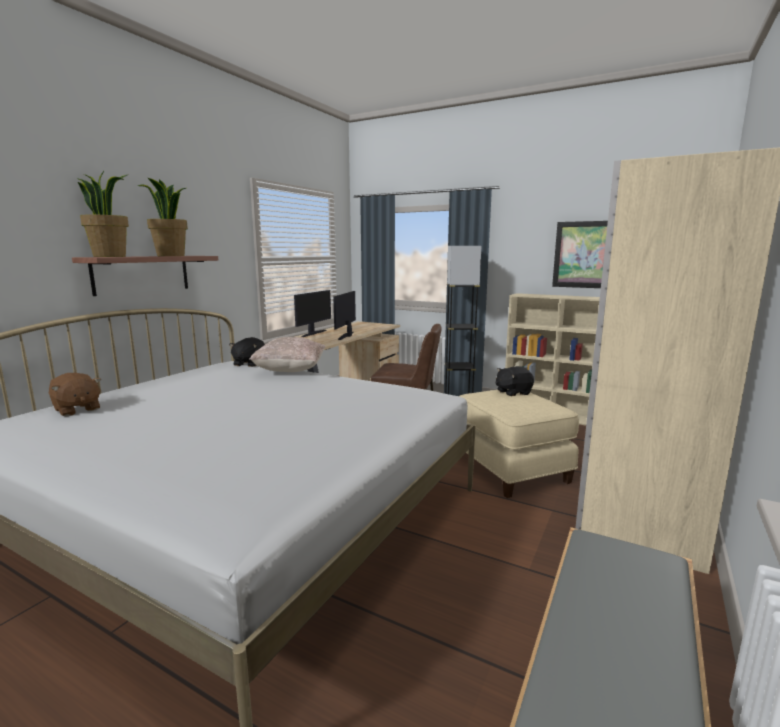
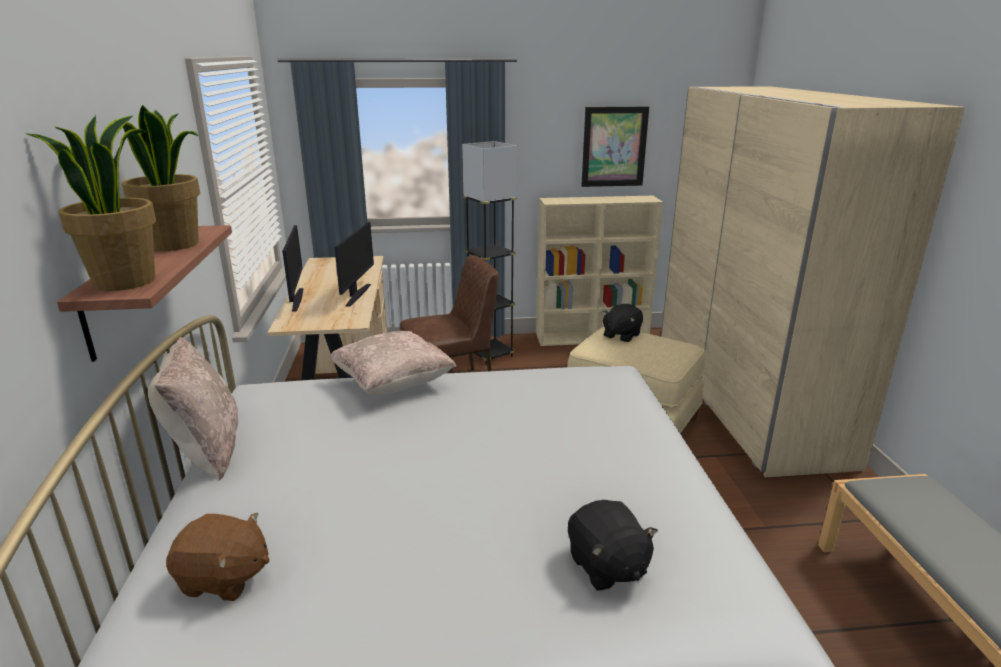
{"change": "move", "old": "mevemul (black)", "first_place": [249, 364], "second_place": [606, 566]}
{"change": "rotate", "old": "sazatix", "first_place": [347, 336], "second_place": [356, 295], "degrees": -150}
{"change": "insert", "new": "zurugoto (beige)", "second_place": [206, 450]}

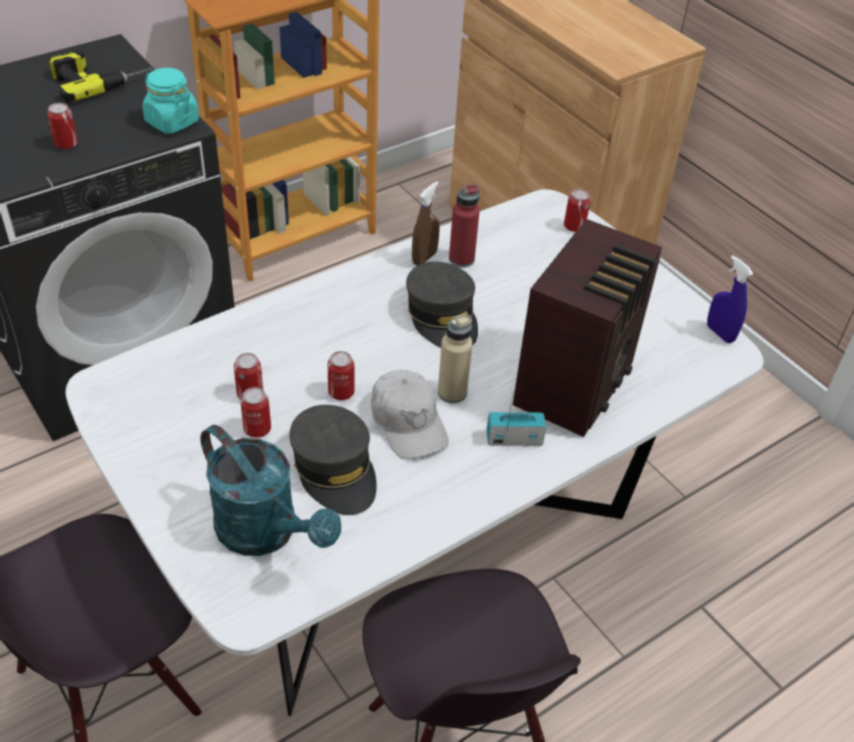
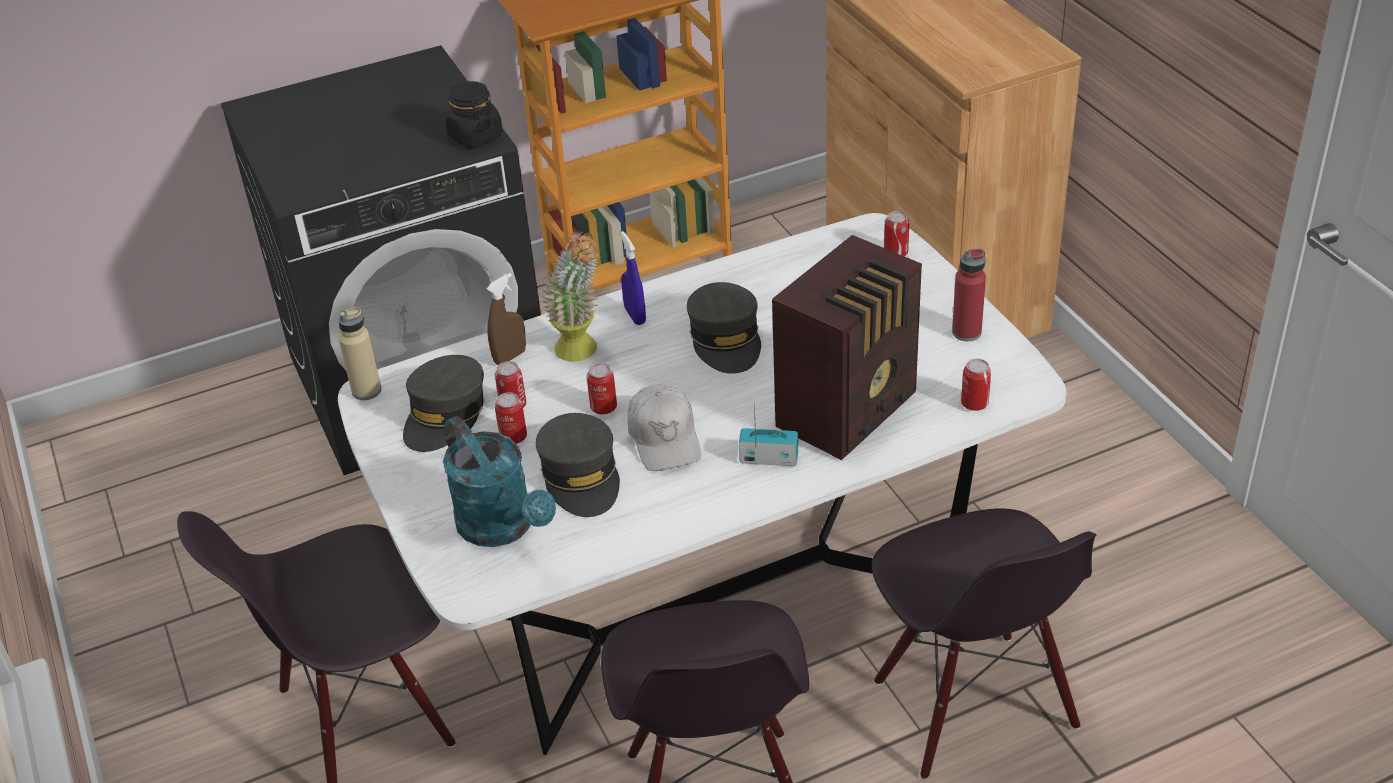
{"change": "move", "old": "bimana", "first_place": [66, 144], "second_place": [974, 403]}
{"change": "delete", "old": "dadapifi", "first_place": [100, 78]}
{"change": "recolor", "old": "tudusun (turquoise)", "new": "tudusun (black)", "first_place": [171, 122], "second_place": [475, 136]}
{"change": "move", "old": "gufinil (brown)", "first_place": [424, 258], "second_place": [510, 357]}
{"change": "move", "old": "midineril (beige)", "first_place": [452, 392], "second_place": [366, 391]}
{"change": "move", "old": "midineril (red)", "first_place": [461, 259], "second_place": [966, 332]}
{"change": "move", "old": "gufinil (blue)", "first_place": [720, 333], "second_place": [635, 316]}
{"change": "insert", "new": "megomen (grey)", "second_place": [445, 415]}
{"change": "insert", "new": "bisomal", "second_place": [583, 353]}
{"change": "insert", "new": "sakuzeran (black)", "second_place": [972, 706]}

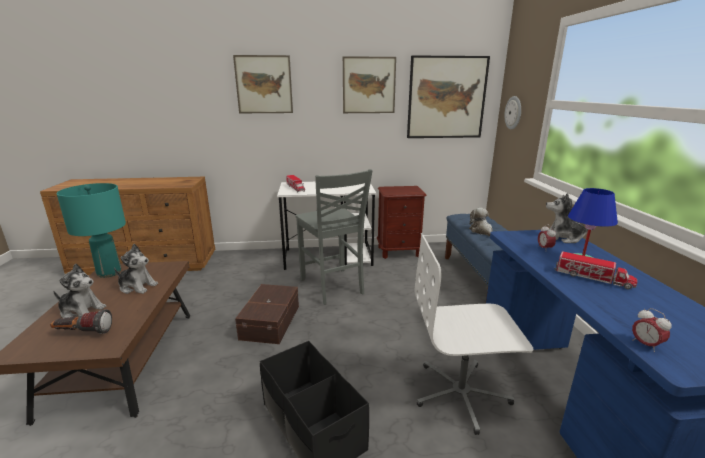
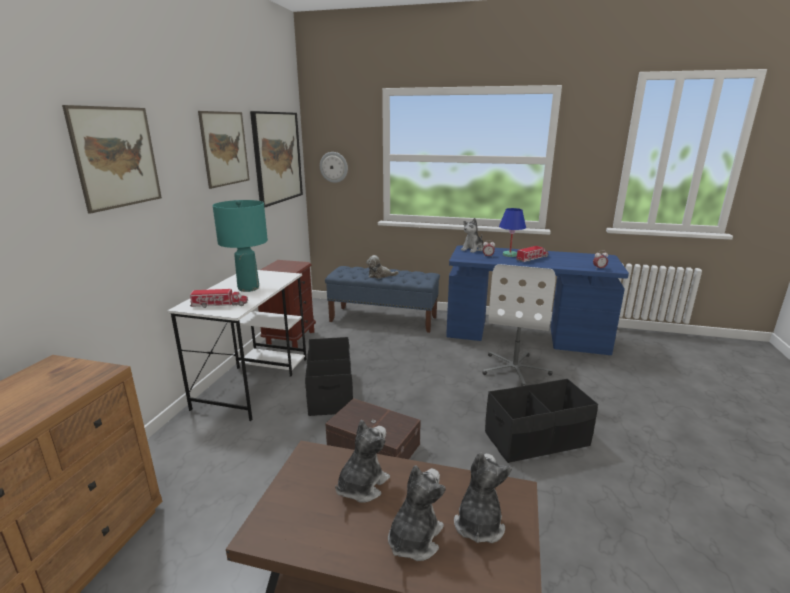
{"change": "replace", "old": "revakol", "new": "mevemul", "first_place": [83, 333], "second_place": [478, 523]}
{"change": "move", "old": "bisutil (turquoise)", "first_place": [109, 273], "second_place": [248, 288]}
{"change": "replace", "old": "sakuzeran (grey)", "new": "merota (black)", "first_place": [333, 287], "second_place": [330, 392]}

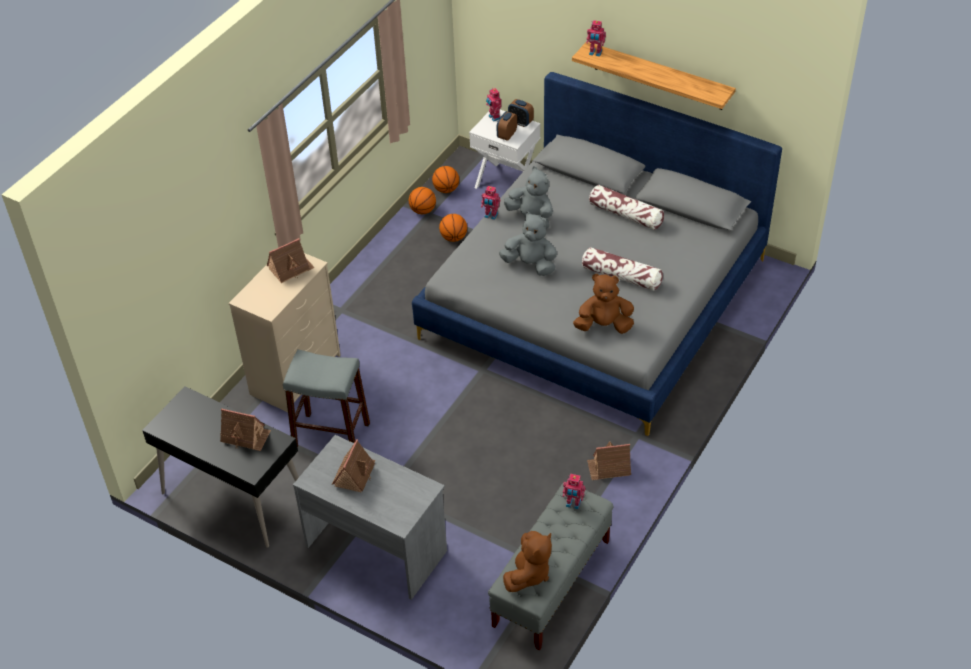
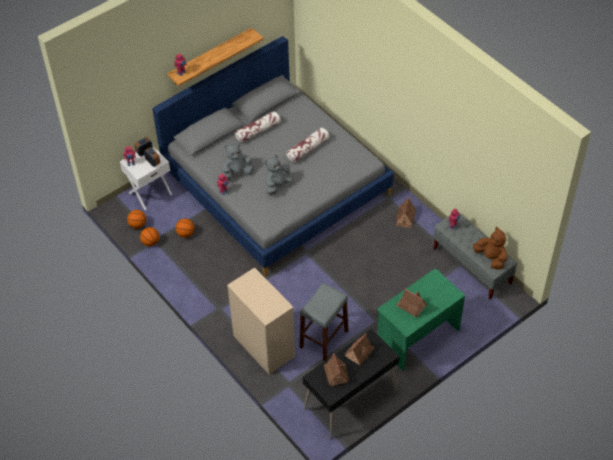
{"change": "move", "old": "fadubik", "first_place": [290, 268], "second_place": [336, 374]}
{"change": "recolor", "old": "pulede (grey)", "new": "pulede (green)", "first_place": [376, 547], "second_place": [417, 337]}
{"change": "delete", "old": "mevemul (brown)", "first_place": [604, 325]}

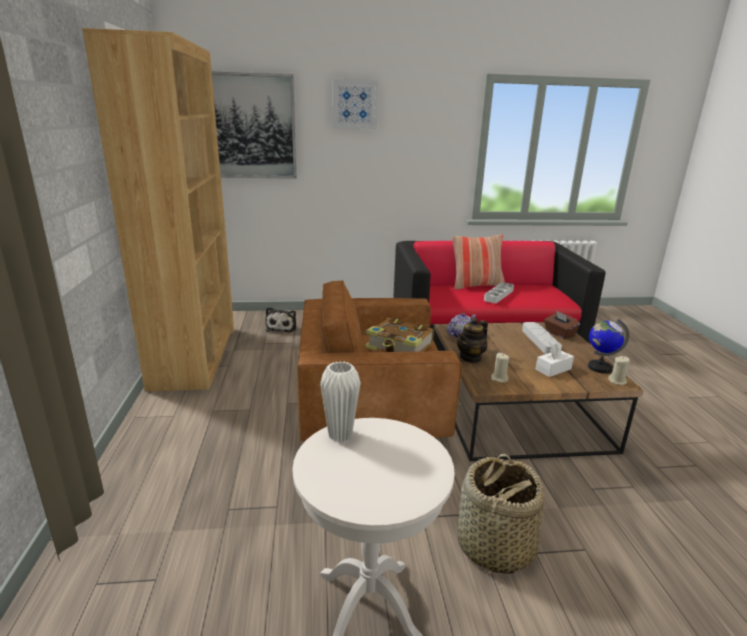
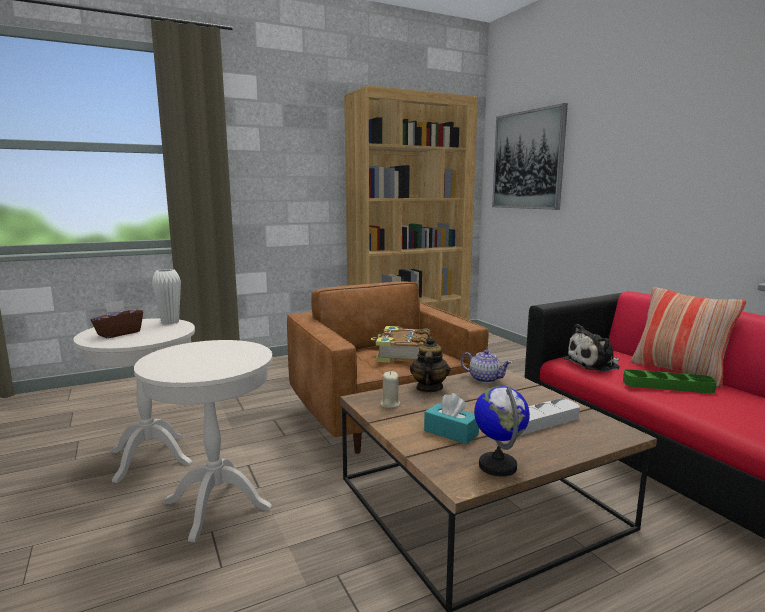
{"change": "move", "old": "mevemul", "first_place": [282, 327], "second_place": [594, 364]}
{"change": "delete", "old": "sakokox", "first_place": [354, 104]}
{"change": "rotate", "old": "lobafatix", "first_place": [470, 357], "second_place": [429, 388], "degrees": 75}
{"change": "replace", "old": "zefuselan", "new": "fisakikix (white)", "first_place": [494, 546], "second_place": [217, 505]}
{"change": "recolor", "old": "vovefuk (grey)", "new": "vovefuk (green)", "first_place": [498, 295], "second_place": [667, 386]}
{"change": "recolor", "old": "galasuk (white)", "new": "galasuk (turquoise)", "first_place": [553, 369], "second_place": [451, 432]}
{"change": "move", "old": "galasuk (brown)", "first_place": [559, 333], "second_place": [119, 333]}
{"change": "delete", "old": "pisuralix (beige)", "first_place": [617, 381]}

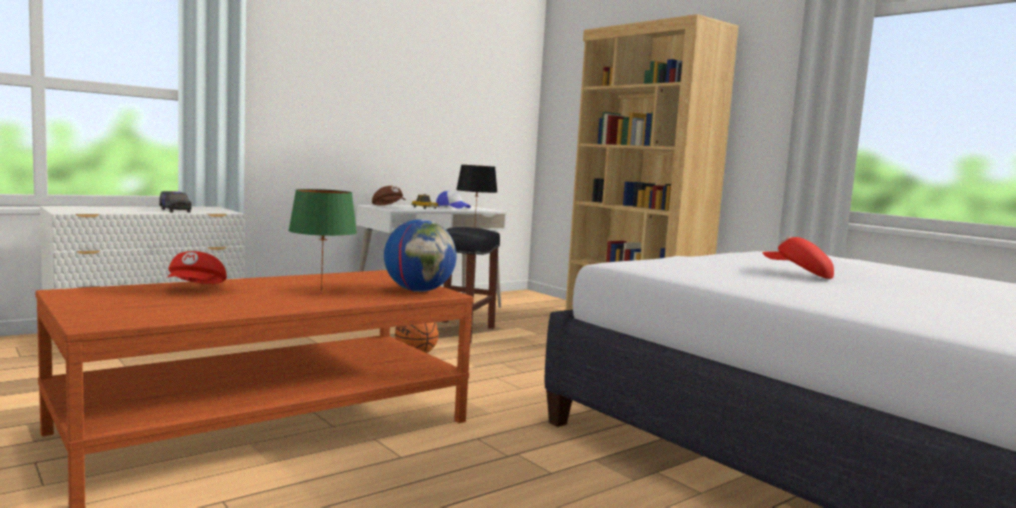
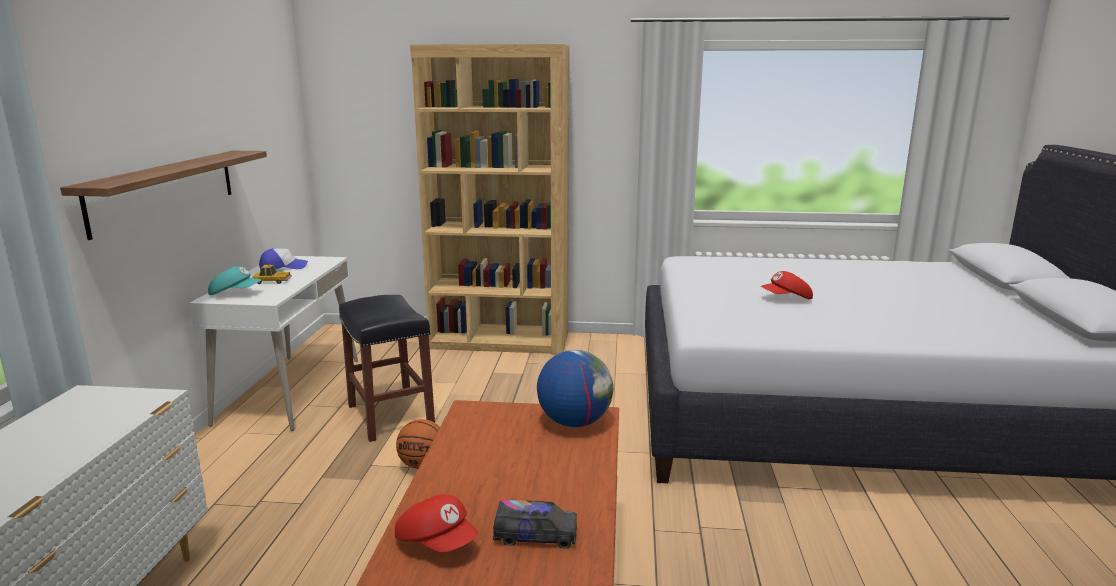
{"change": "move", "old": "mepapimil", "first_place": [175, 210], "second_place": [535, 536]}
{"change": "delete", "old": "bisutil (green)", "first_place": [321, 290]}
{"change": "recolor", "old": "megomen (brown)", "new": "megomen (turquoise)", "first_place": [389, 206], "second_place": [235, 293]}
{"change": "delete", "old": "bisutil (black)", "first_place": [475, 228]}
{"change": "insert", "new": "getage", "second_place": [165, 190]}

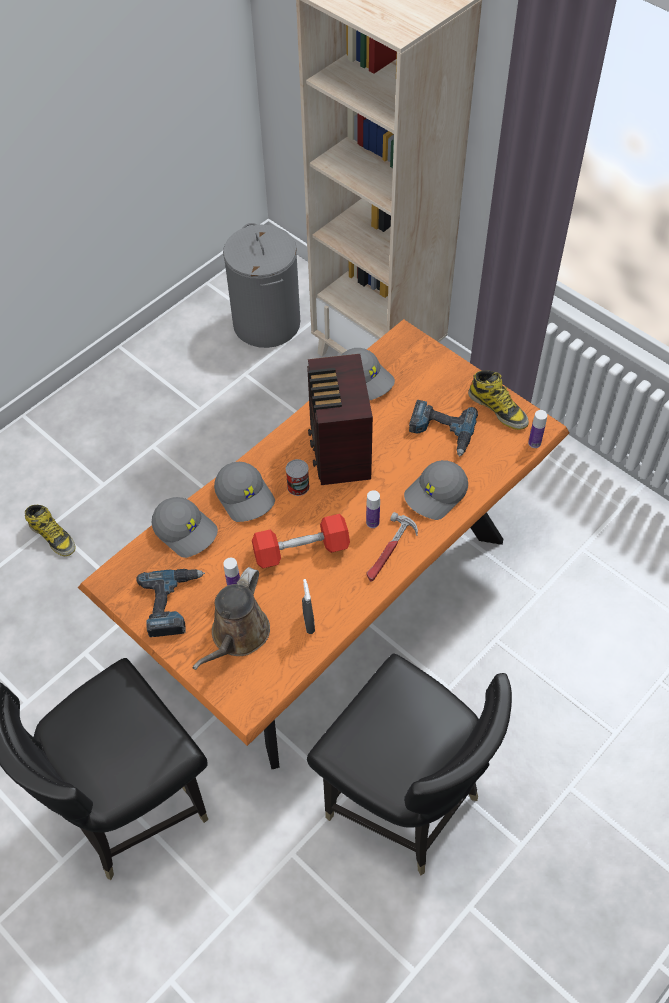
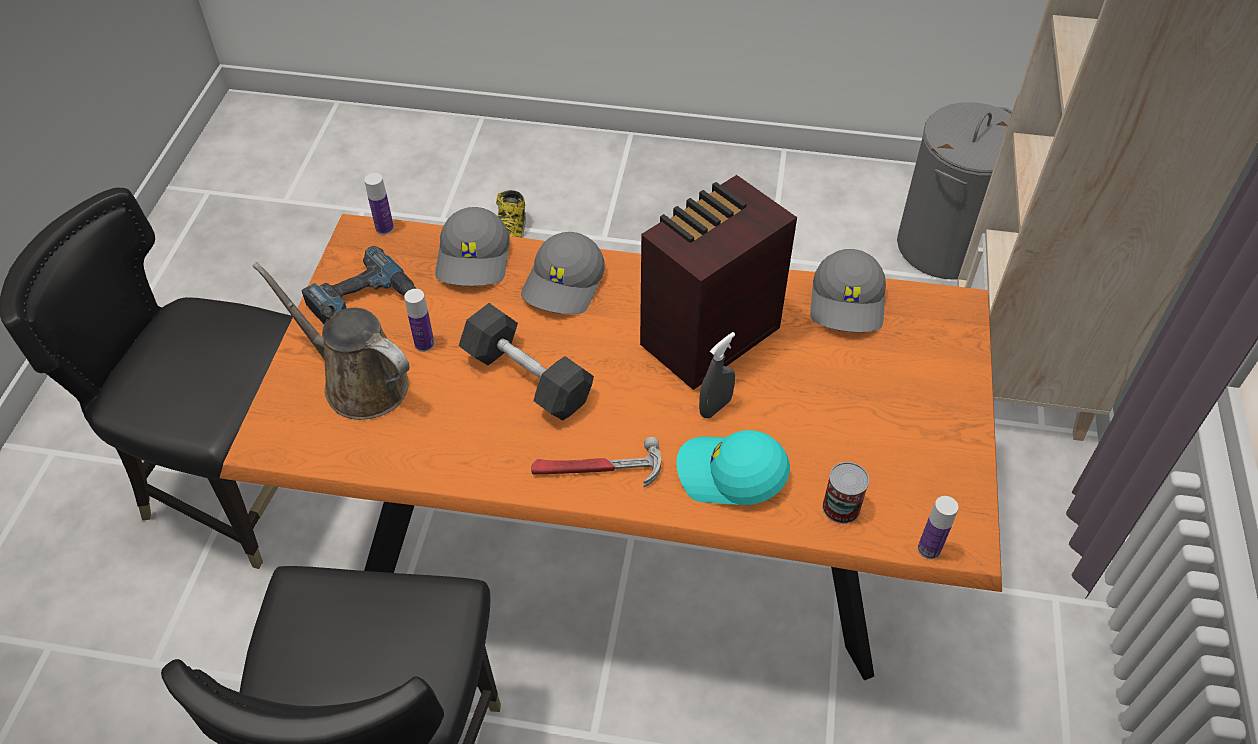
{"change": "rotate", "old": "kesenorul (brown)", "first_place": [237, 636], "second_place": [359, 382], "degrees": 45}
{"change": "recolor", "old": "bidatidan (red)", "new": "bidatidan (grey)", "first_place": [301, 550], "second_place": [527, 377]}
{"change": "move", "old": "bimana", "first_place": [298, 486], "second_place": [841, 507]}
{"change": "move", "old": "gufinil (grey)", "first_place": [309, 623], "second_place": [715, 407]}
{"change": "move", "old": "midineril", "first_place": [372, 522], "second_place": [384, 228]}
{"change": "recolor", "old": "megomen (grey)", "new": "megomen (turquoise)", "first_place": [436, 495], "second_place": [730, 475]}
{"change": "delete", "old": "dadapifi", "first_place": [441, 431]}
{"change": "delete", "old": "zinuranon", "first_place": [498, 408]}

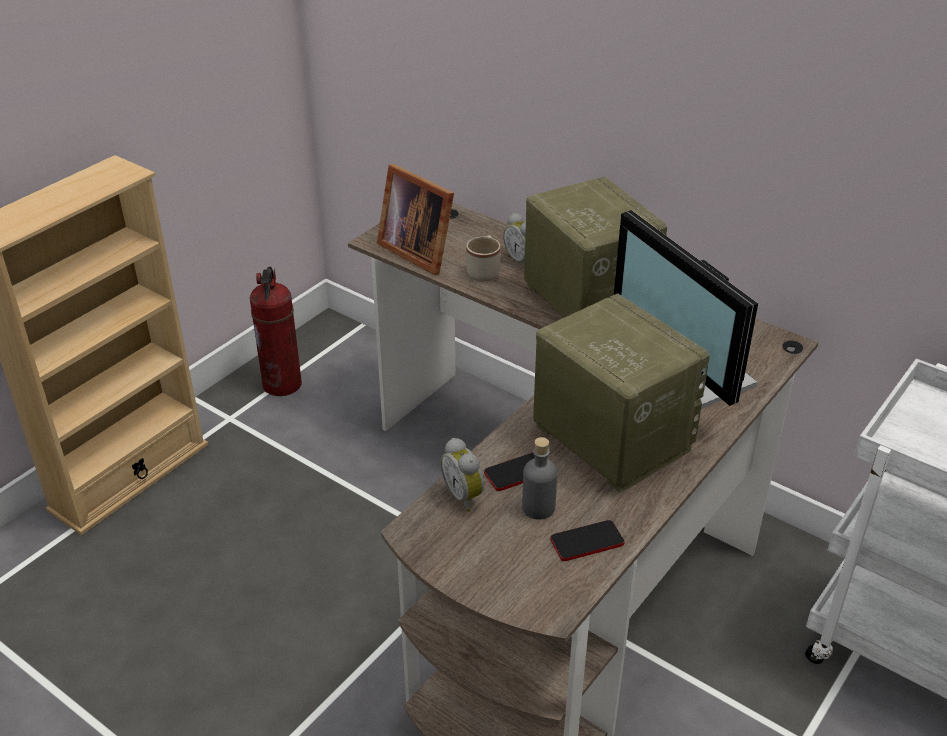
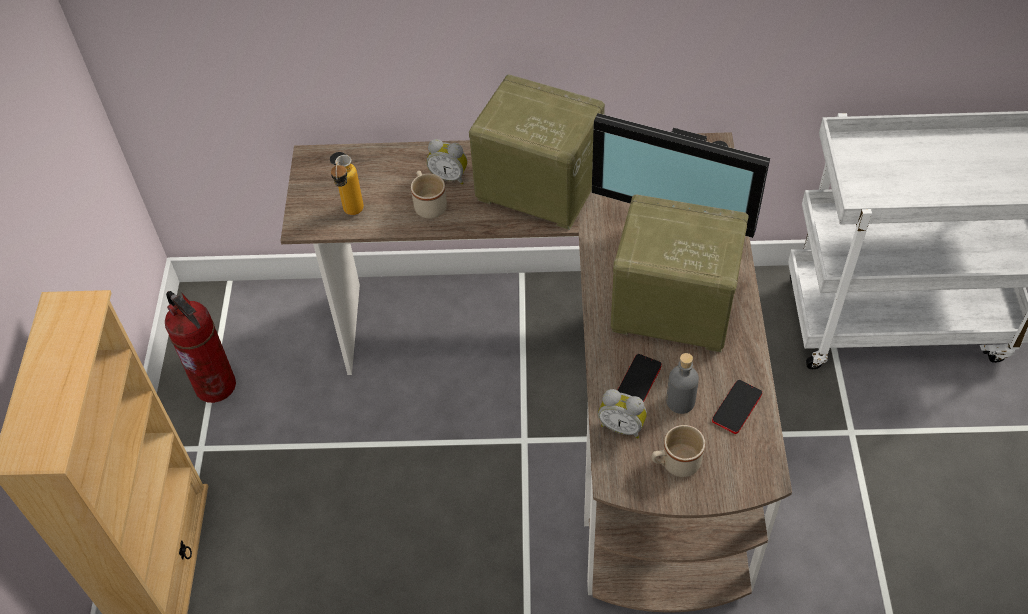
{"change": "replace", "old": "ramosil", "new": "midineril", "first_place": [418, 251], "second_place": [351, 215]}
{"change": "insert", "new": "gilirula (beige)", "second_place": [675, 463]}

